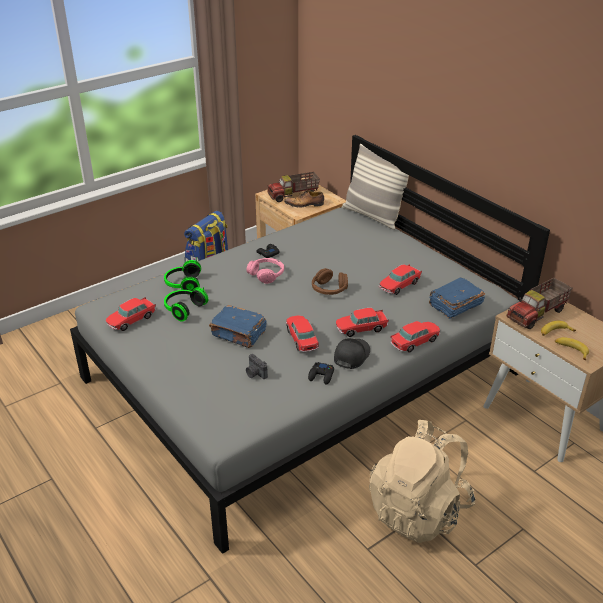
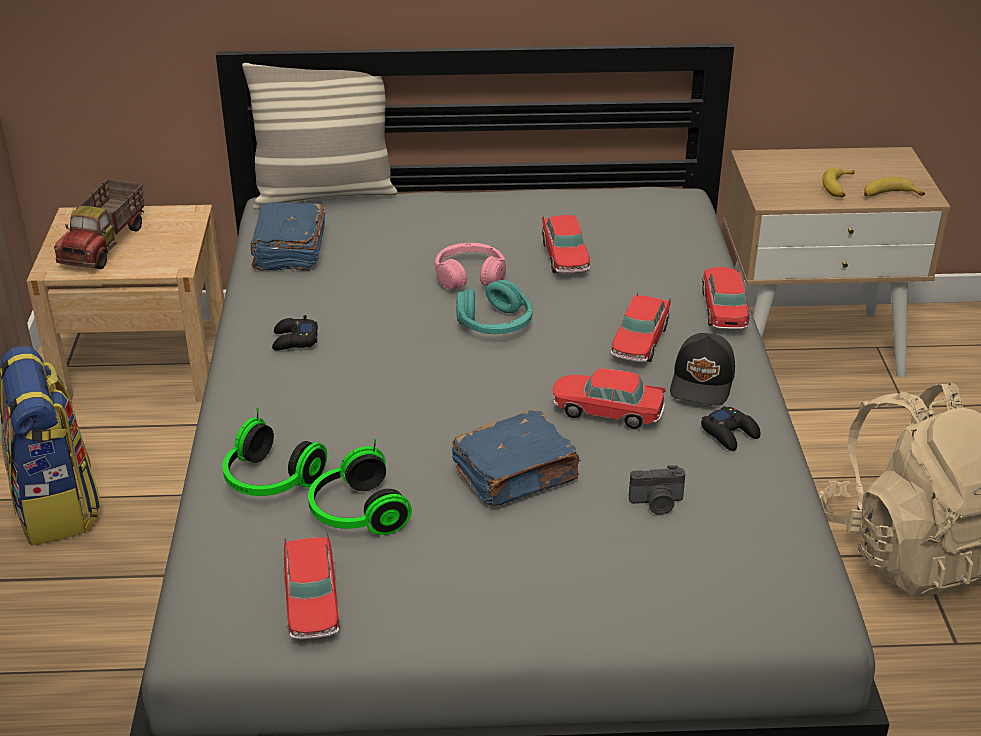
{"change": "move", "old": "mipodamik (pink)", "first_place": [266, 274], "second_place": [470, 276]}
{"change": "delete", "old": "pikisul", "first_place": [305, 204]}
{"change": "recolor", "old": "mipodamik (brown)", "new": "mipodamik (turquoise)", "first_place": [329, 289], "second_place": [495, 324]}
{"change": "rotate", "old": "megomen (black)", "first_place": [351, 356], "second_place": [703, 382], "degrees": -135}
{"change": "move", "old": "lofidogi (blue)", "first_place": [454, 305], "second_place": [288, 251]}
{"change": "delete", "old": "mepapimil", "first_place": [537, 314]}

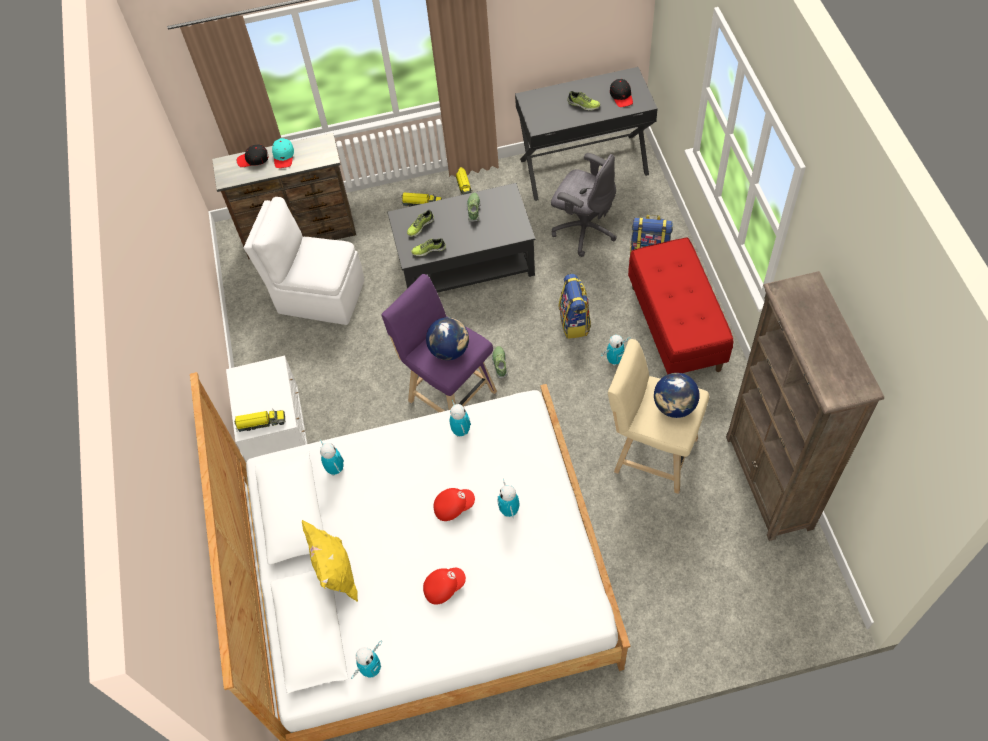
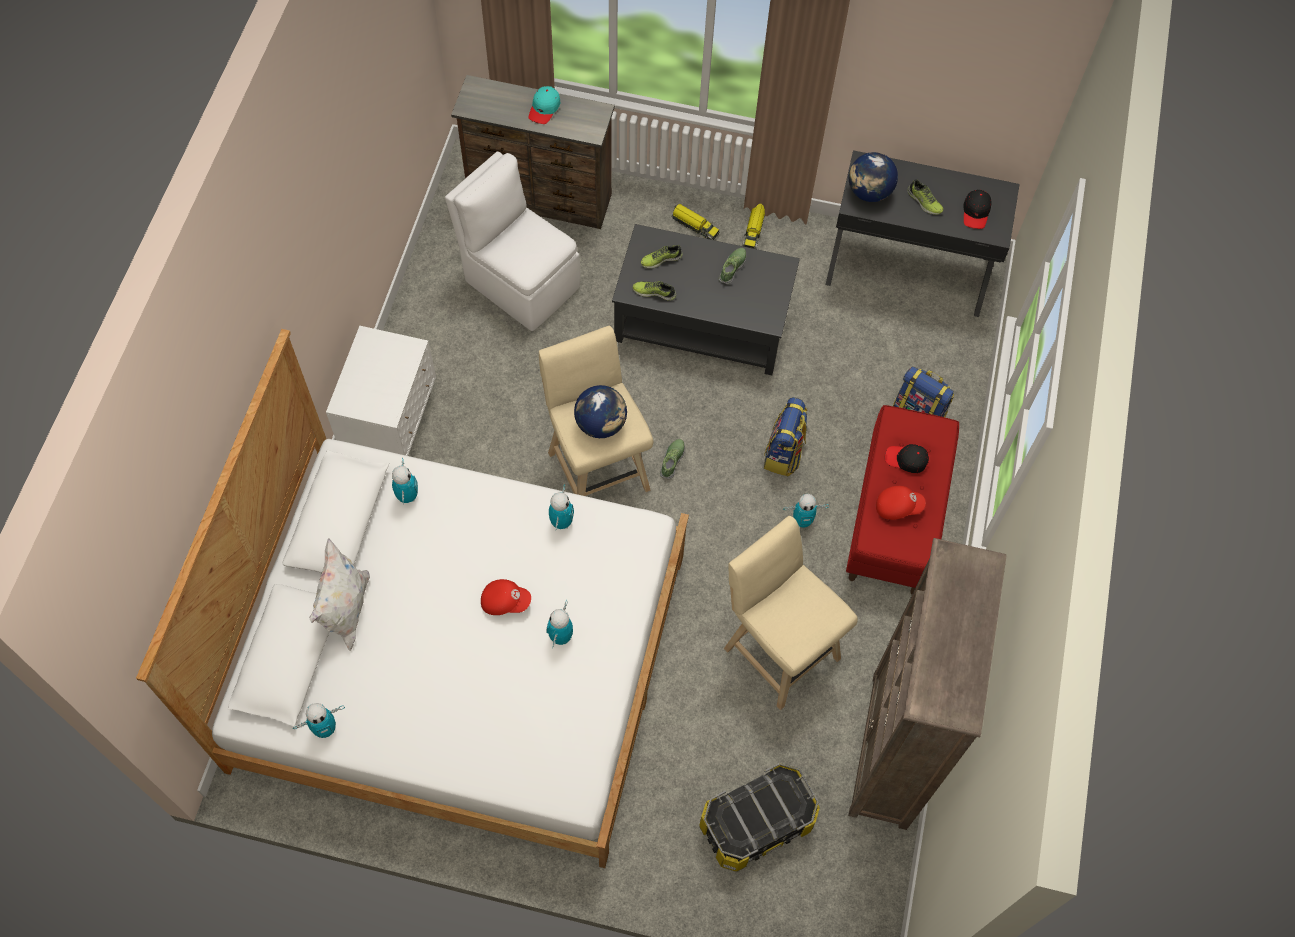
{"change": "delete", "old": "mepapimil", "first_place": [260, 423]}
{"change": "move", "old": "megomen (black)", "first_place": [253, 159], "second_place": [906, 460]}
{"change": "recolor", "old": "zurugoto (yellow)", "new": "zurugoto (white)", "first_place": [336, 574], "second_place": [346, 610]}
{"change": "recolor", "old": "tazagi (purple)", "new": "tazagi (beige)", "first_place": [448, 393], "second_place": [596, 466]}
{"change": "move", "old": "megomen (red)", "first_place": [444, 587], "second_place": [898, 506]}
{"change": "delete", "old": "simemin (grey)", "first_place": [583, 229]}
{"change": "move", "old": "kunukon", "first_place": [674, 406], "second_place": [869, 192]}
{"change": "insert", "new": "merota", "second_place": [756, 822]}

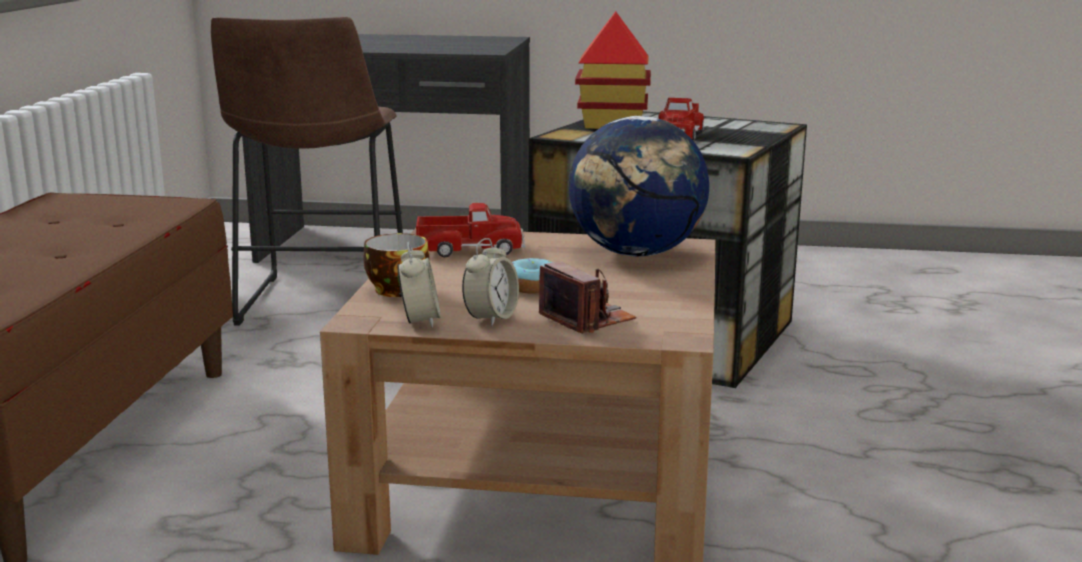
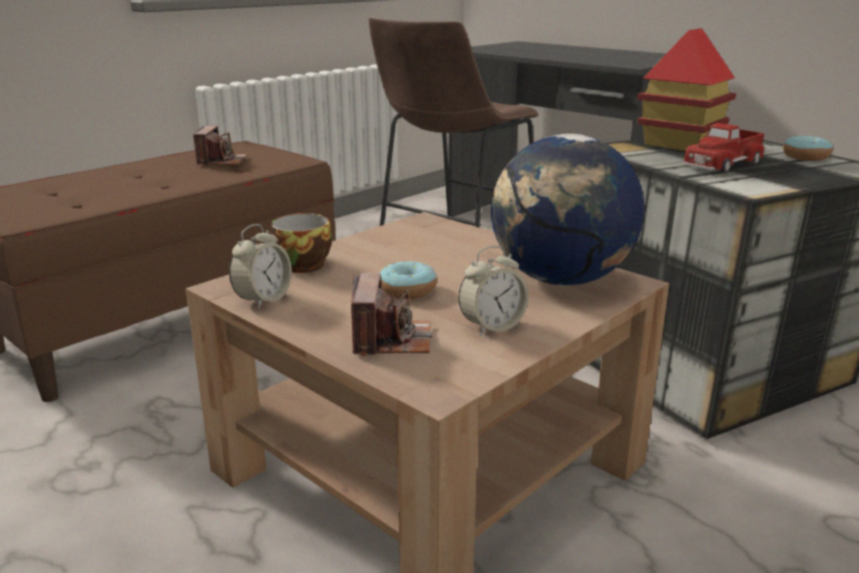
{"change": "delete", "old": "mepapimil", "first_place": [470, 249]}
{"change": "move", "old": "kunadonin", "first_place": [491, 318], "second_place": [492, 327]}
{"change": "insert", "new": "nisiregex", "second_place": [221, 161]}
{"change": "insert", "new": "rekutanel", "second_place": [805, 157]}

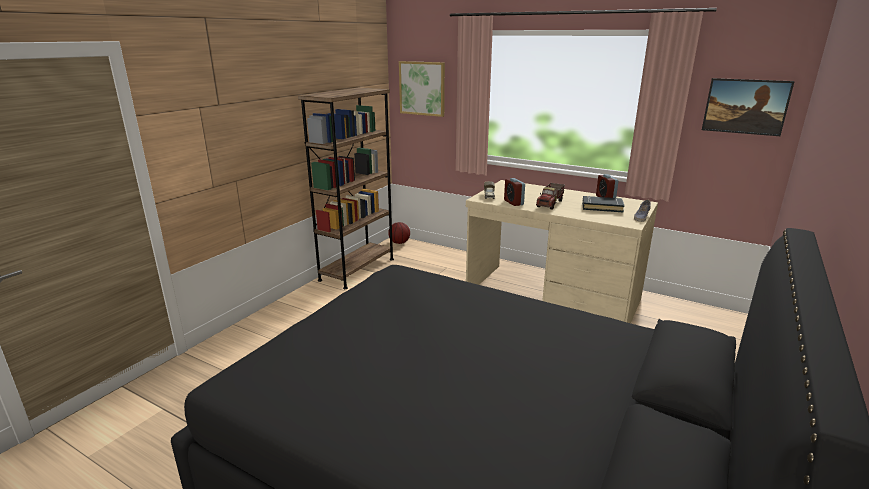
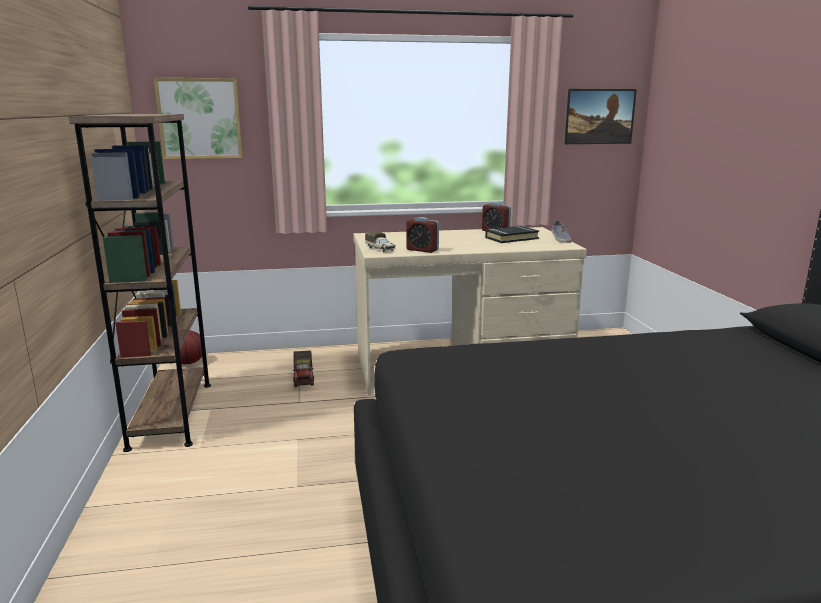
{"change": "move", "old": "mepapimil", "first_place": [550, 204], "second_place": [304, 377]}

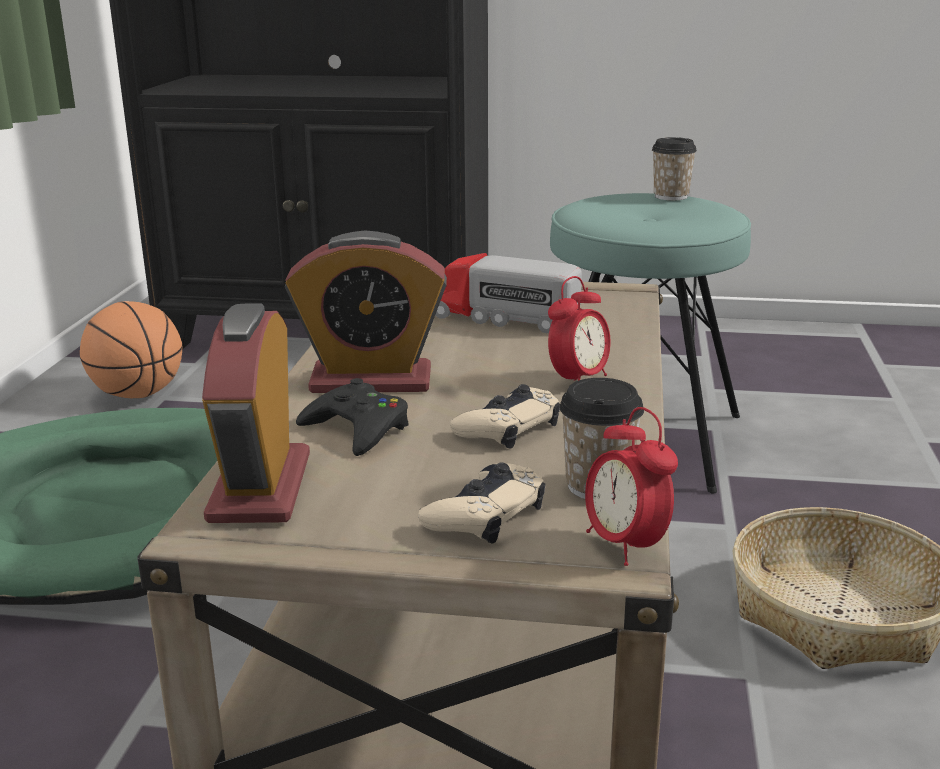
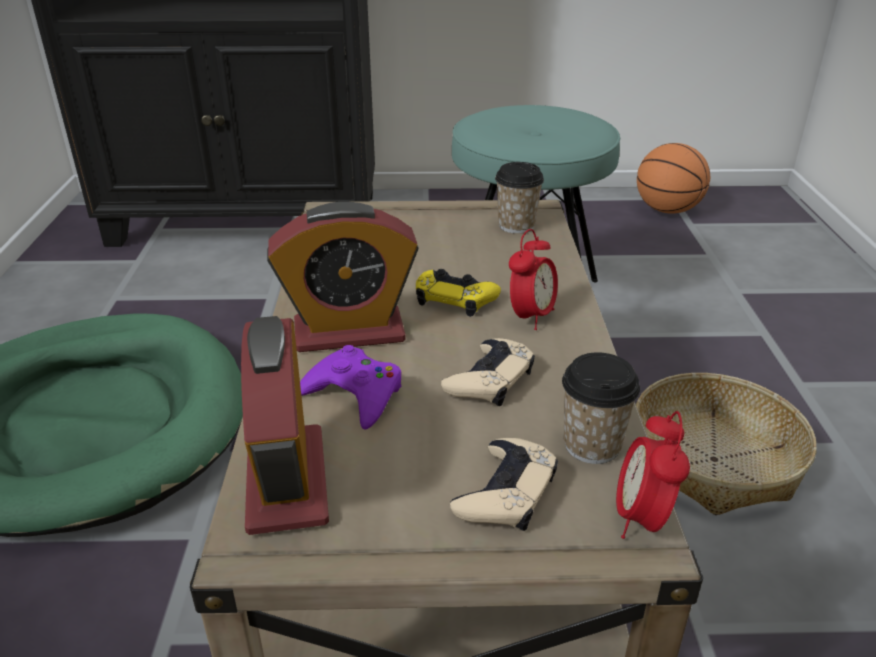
{"change": "move", "old": "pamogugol", "first_place": [138, 395], "second_place": [667, 211]}
{"change": "recolor", "old": "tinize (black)", "new": "tinize (purple)", "first_place": [357, 429], "second_place": [355, 394]}
{"change": "delete", "old": "mepapimil", "first_place": [500, 318]}
{"change": "rotate", "old": "kunadonin", "first_place": [625, 545], "second_place": [642, 518], "degrees": 45}
{"change": "move", "old": "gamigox", "first_place": [671, 196], "second_place": [516, 226]}
{"change": "insert", "new": "tinize (yellow)", "second_place": [455, 298]}

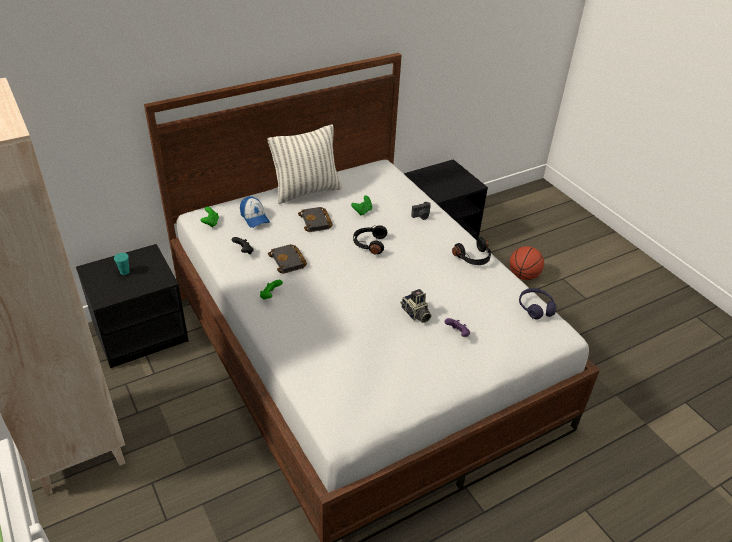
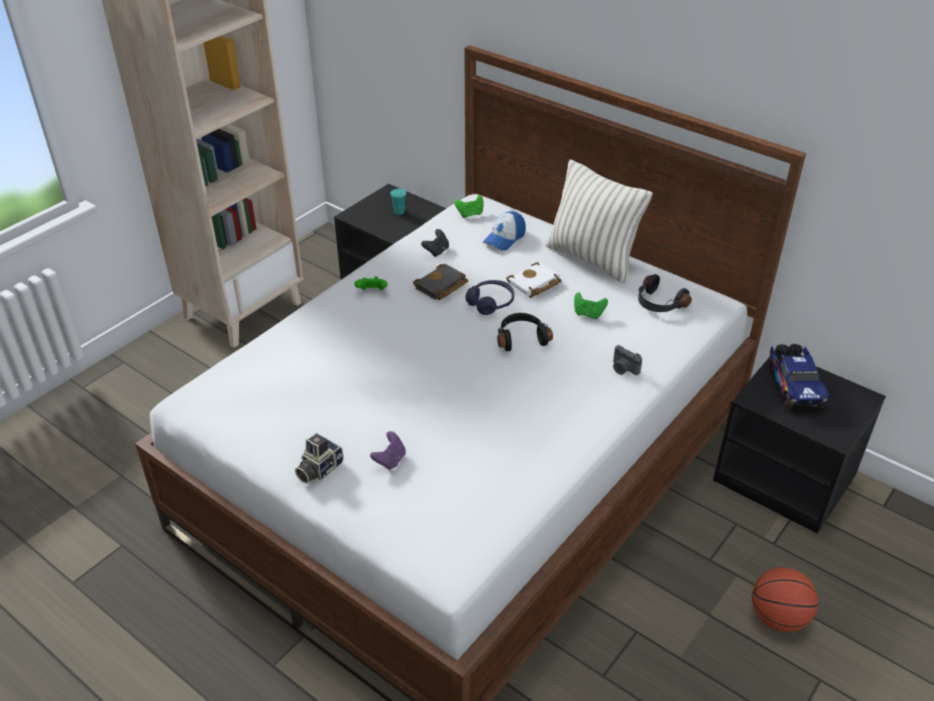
{"change": "recolor", "old": "lofidogi (black)", "new": "lofidogi (white)", "first_place": [317, 222], "second_place": [534, 285]}
{"change": "move", "old": "nisiregex", "first_place": [415, 314], "second_place": [318, 469]}
{"change": "move", "old": "mipodamik (black)", "first_place": [474, 258], "second_place": [658, 304]}
{"change": "move", "old": "mipodamik (purple)", "first_place": [535, 308], "second_place": [490, 303]}
{"change": "insert", "new": "mepapimil", "second_place": [794, 385]}

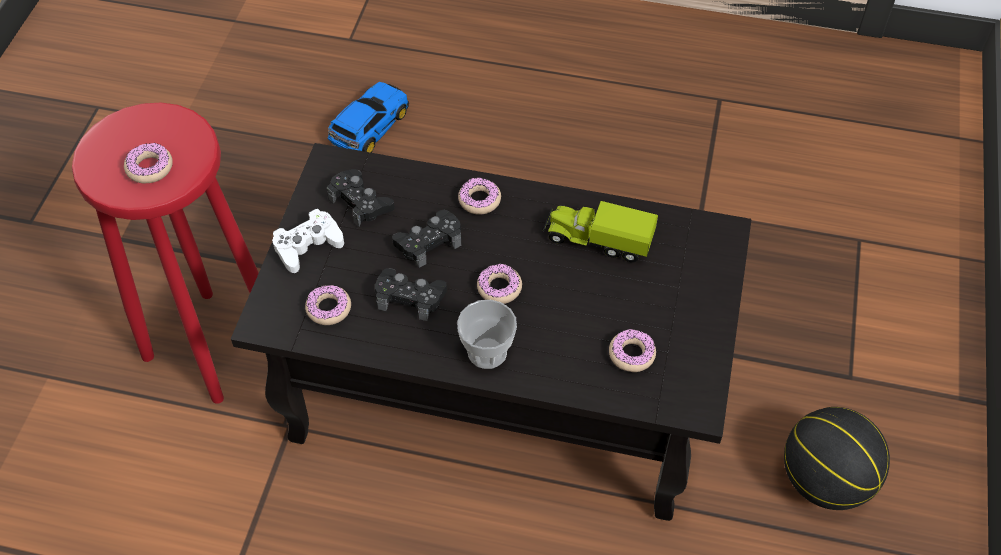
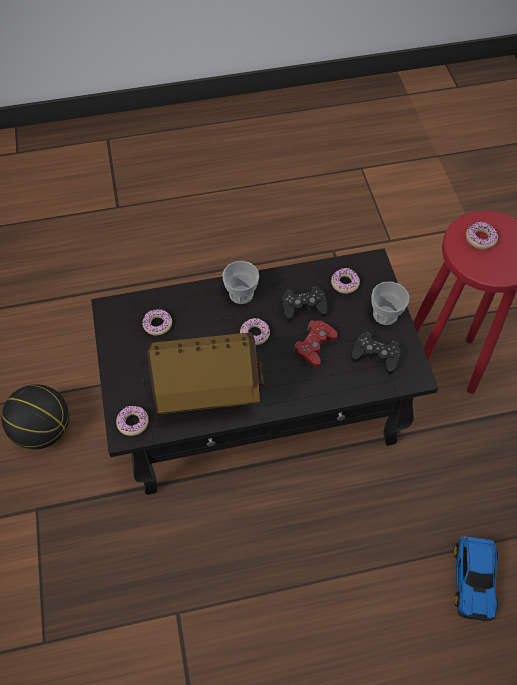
{"change": "replace", "old": "tinize (white)", "new": "gamigox", "first_place": [308, 245], "second_place": [385, 314]}
{"change": "recolor", "old": "tinize (black)", "new": "tinize (red)", "first_place": [429, 242], "second_place": [314, 346]}
{"change": "move", "old": "rekutanel", "first_place": [479, 200], "second_place": [133, 422]}
{"change": "replace", "old": "mepapimil", "new": "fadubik", "first_place": [597, 240], "second_place": [208, 391]}

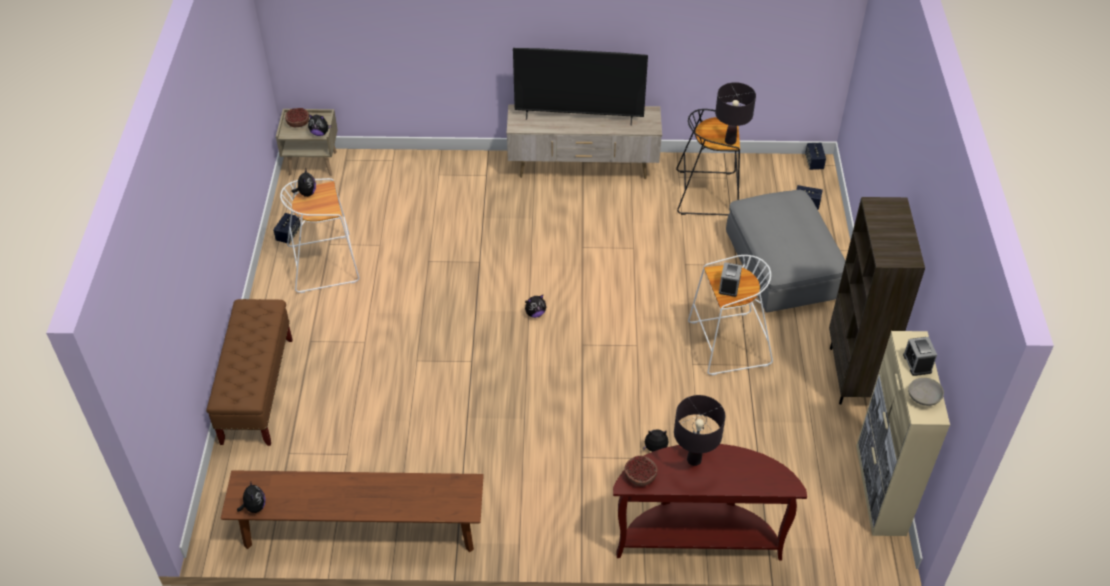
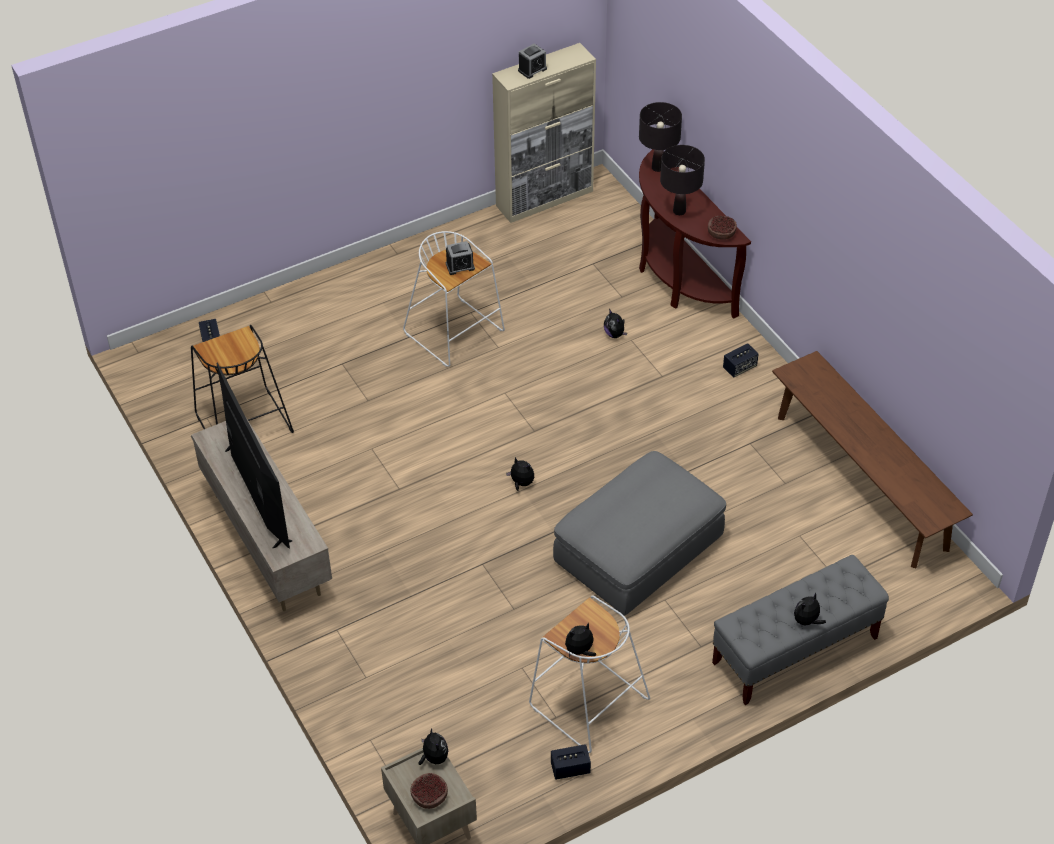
{"change": "recolor", "old": "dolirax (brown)", "new": "dolirax (grey)", "first_place": [257, 390], "second_place": [794, 651]}
{"change": "move", "old": "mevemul", "first_place": [254, 507], "second_place": [807, 621]}
{"change": "move", "old": "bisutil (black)", "first_place": [730, 141], "second_place": [657, 167]}
{"change": "move", "old": "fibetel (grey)", "first_place": [780, 266], "second_place": [638, 551]}
{"change": "move", "old": "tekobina", "first_place": [814, 162], "second_place": [739, 368]}
{"change": "delete", "old": "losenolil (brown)", "first_place": [853, 376]}
{"change": "delete", "old": "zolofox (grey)", "first_place": [923, 398]}

